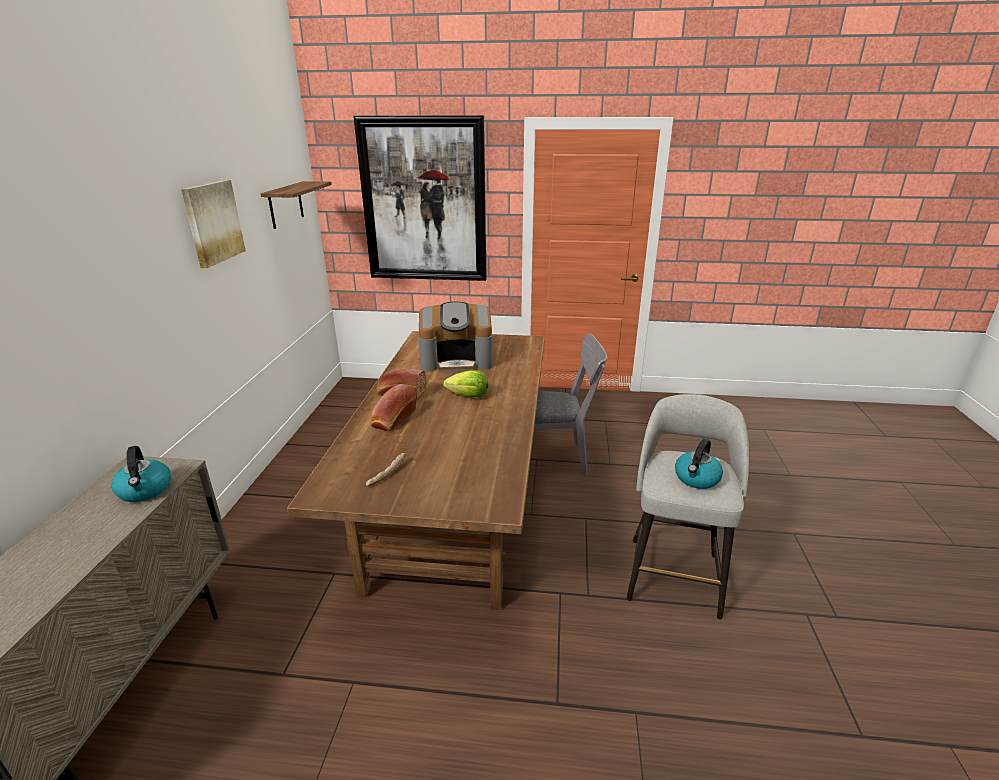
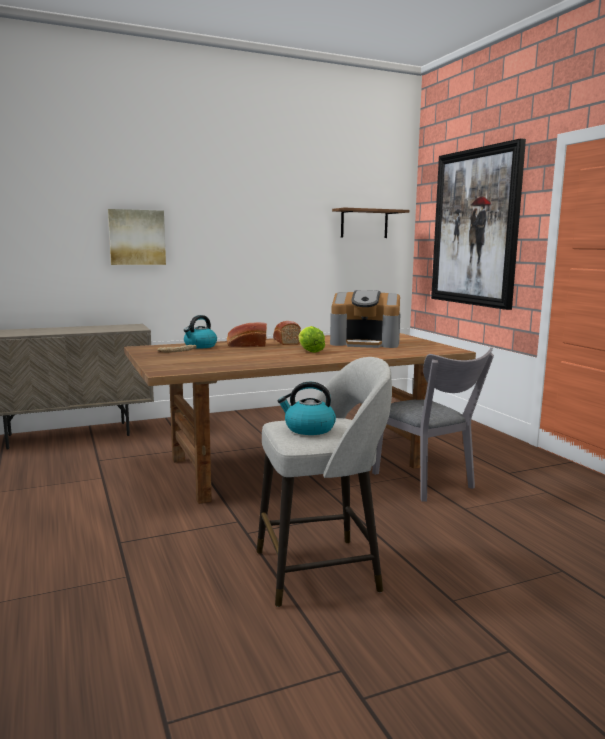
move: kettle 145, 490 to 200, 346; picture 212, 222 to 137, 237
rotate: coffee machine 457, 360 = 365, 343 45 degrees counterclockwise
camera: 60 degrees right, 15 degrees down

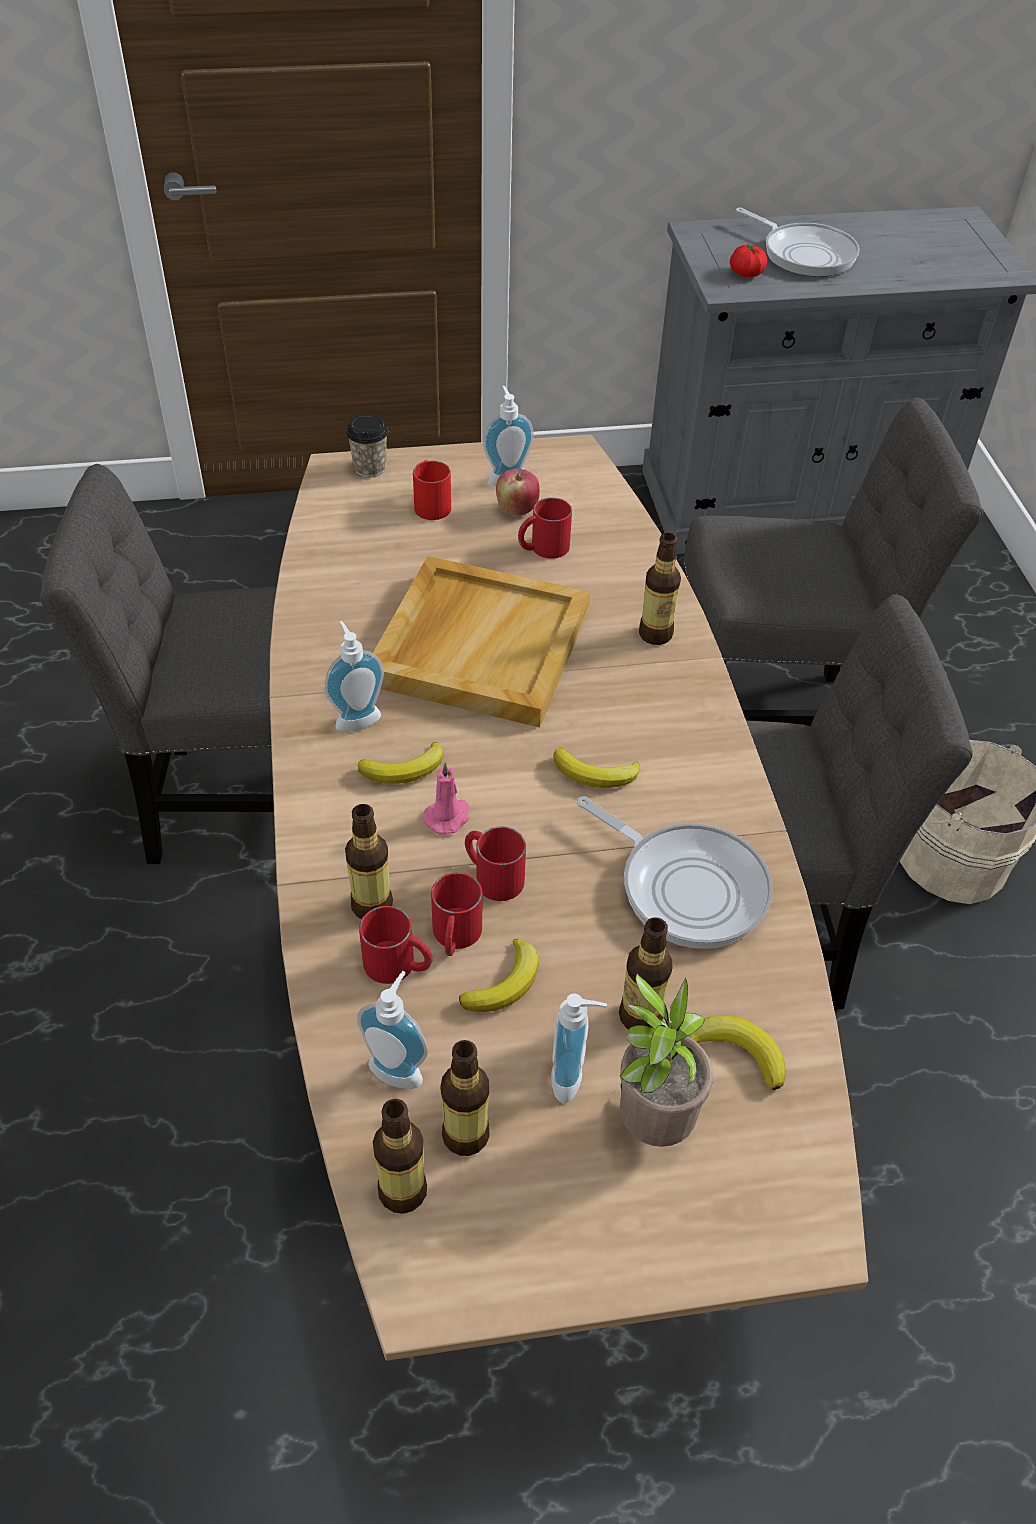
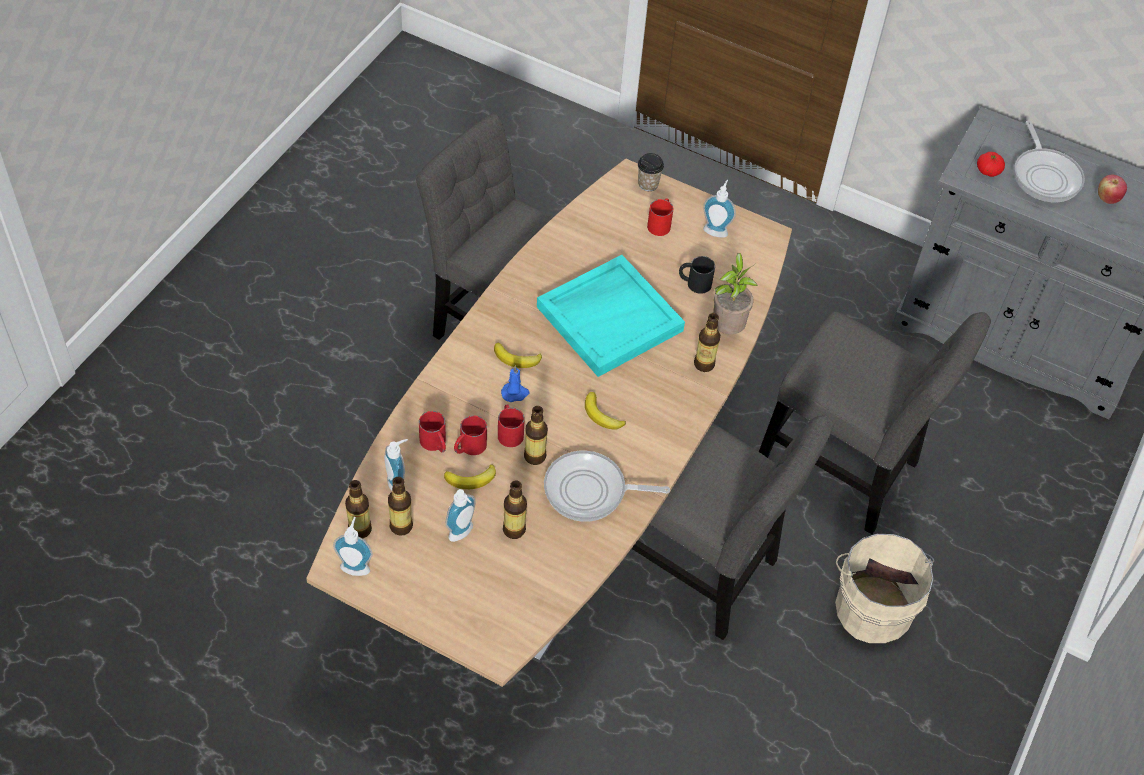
delete: banana 739, 1052
move: soap dispenser 356, 717 to 356, 565; bottle 372, 905 to 535, 456; apple 517, 510 to 1107, 199; potted plant 651, 1121 to 727, 329
recolor: beige tray 479, 645 to turquoise tray 610, 317; pink candle 448, 816 to blue candle 515, 393; red mug 543, 548 to black mug 694, 283
rotate: frying pan 686, 886 = 590, 491 105 degrees clockwise
camera: 35 degrees right, 5 degrees up

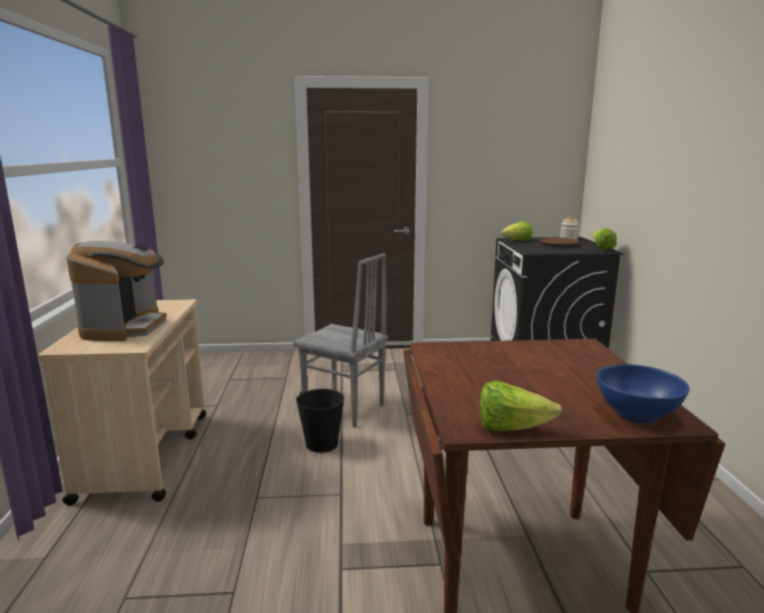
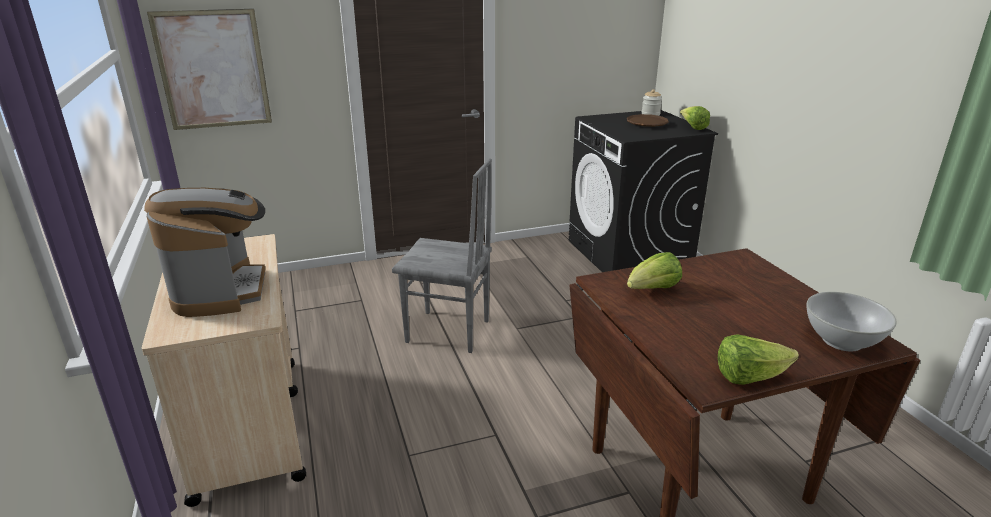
delete: black bucket 322, 443
insert: picture 213, 70
move: lettuce 517, 241 to 652, 290
recolor: blue bowl 636, 414 to white bowl 841, 341
camera: 15 degrees left, 10 degrees up

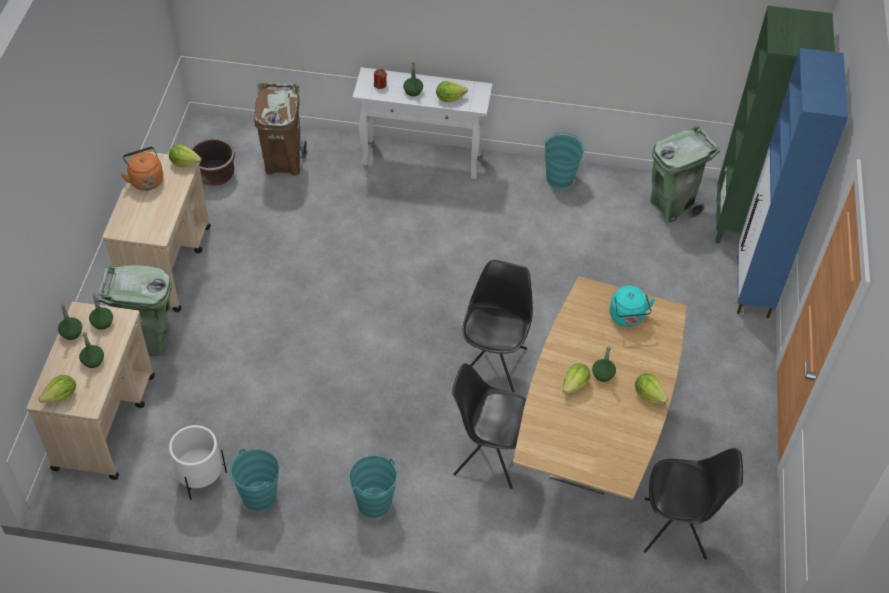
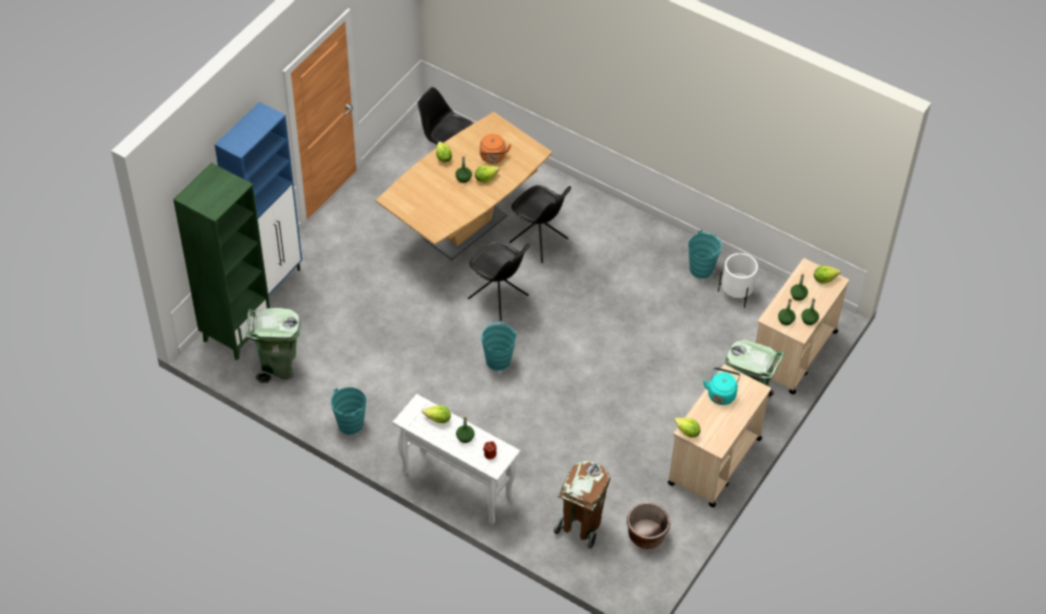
move: orange kettle 146, 180 to 493, 157; turquoise bucket 374, 503 to 498, 360; turquoise kettle 627, 318 to 721, 394
rotate: black chair 493, 362 = 499, 298 90 degrees counterclockwise
camera: 155 degrees left, 0 degrees up

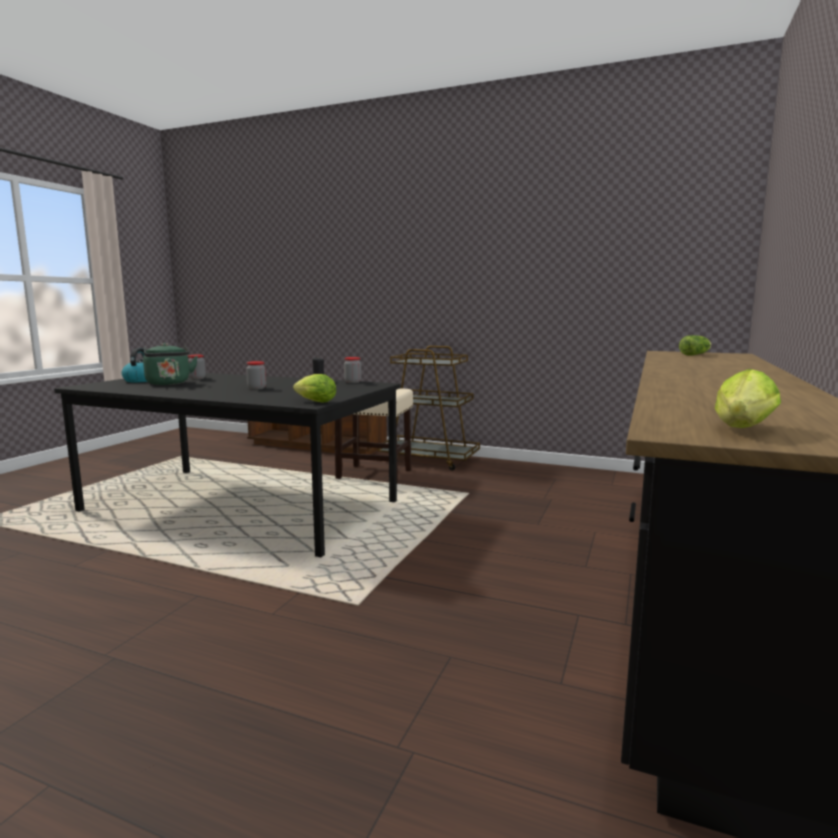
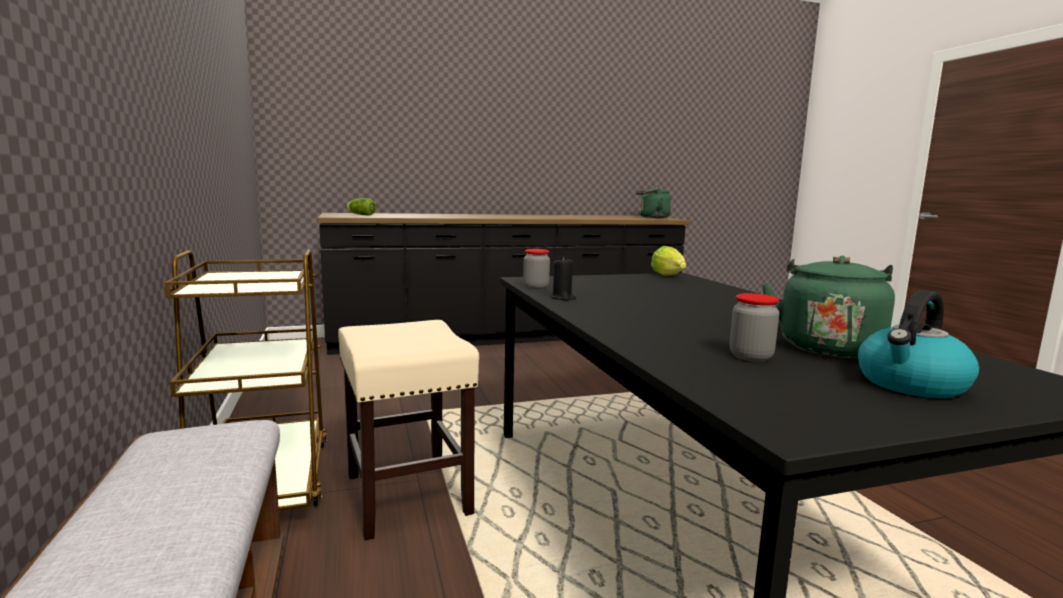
delete: jar 256, 388
replace: lettuce 742, 430 to green kettle 652, 217
camera: 130 degrees left, 0 degrees up

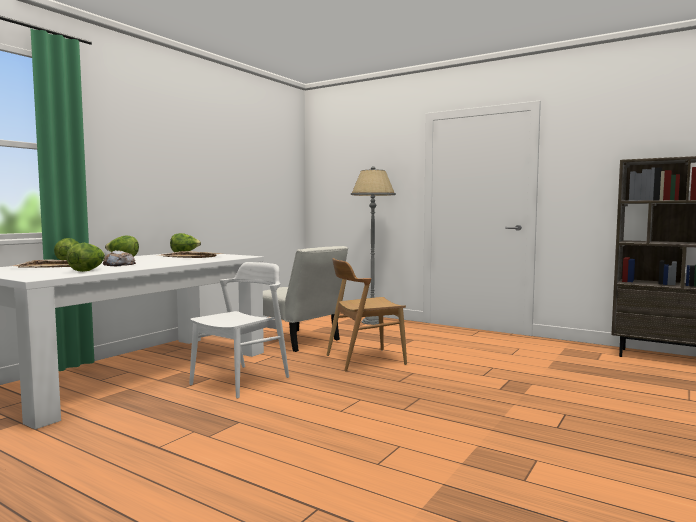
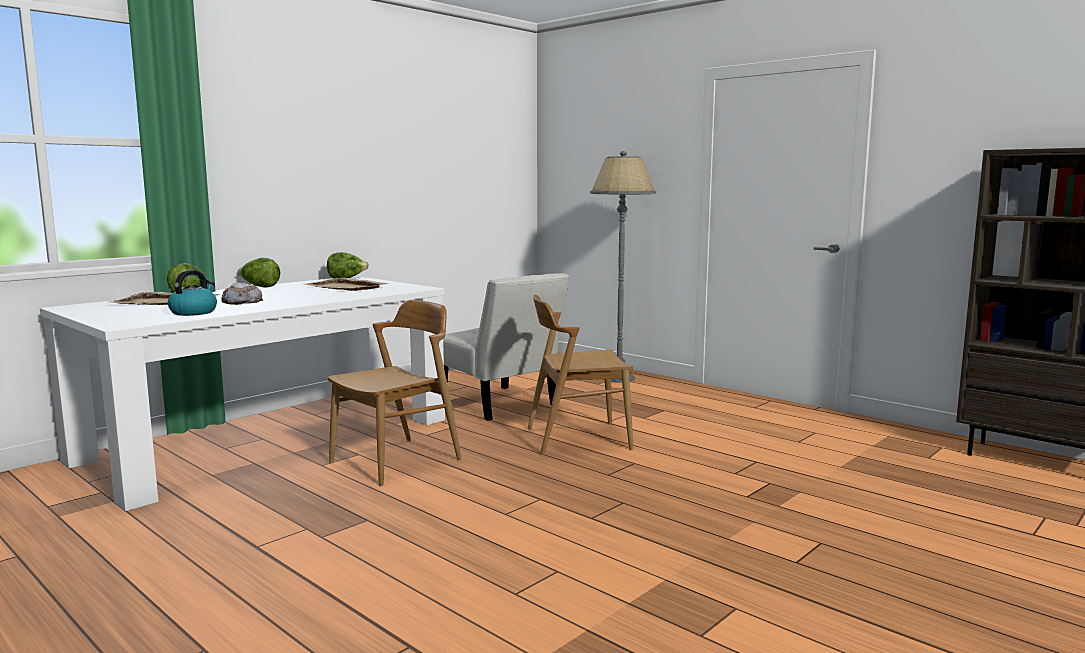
replace: lettuce 87, 270 to kettle 194, 312
recolor: white chair 241, 381 to brown chair 396, 461
camera: 10 degrees right, 5 degrees up

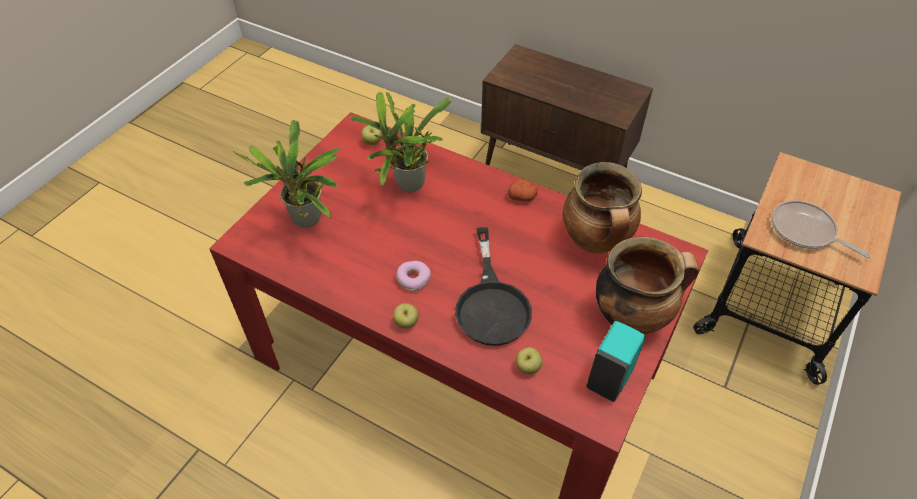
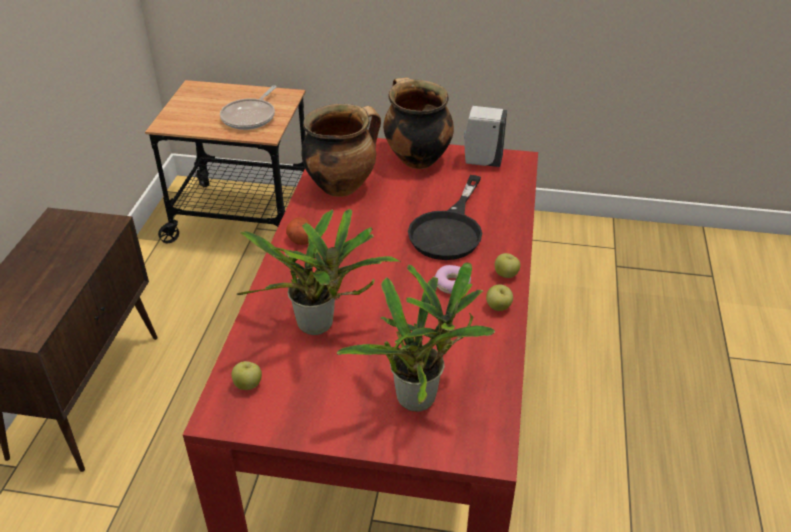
move: apple 528, 368 to 498, 307
recolor: turquoise soap dispenser 610, 378 to white soap dispenser 481, 161
rotate: black frying pan 491, 303 = 449, 230 135 degrees clockwise
camera: 110 degrees left, 10 degrees down

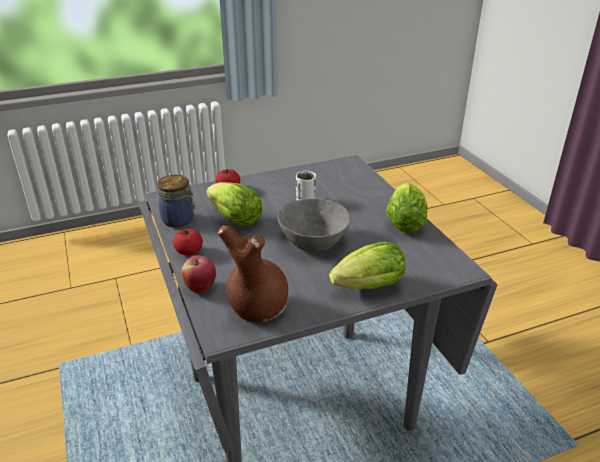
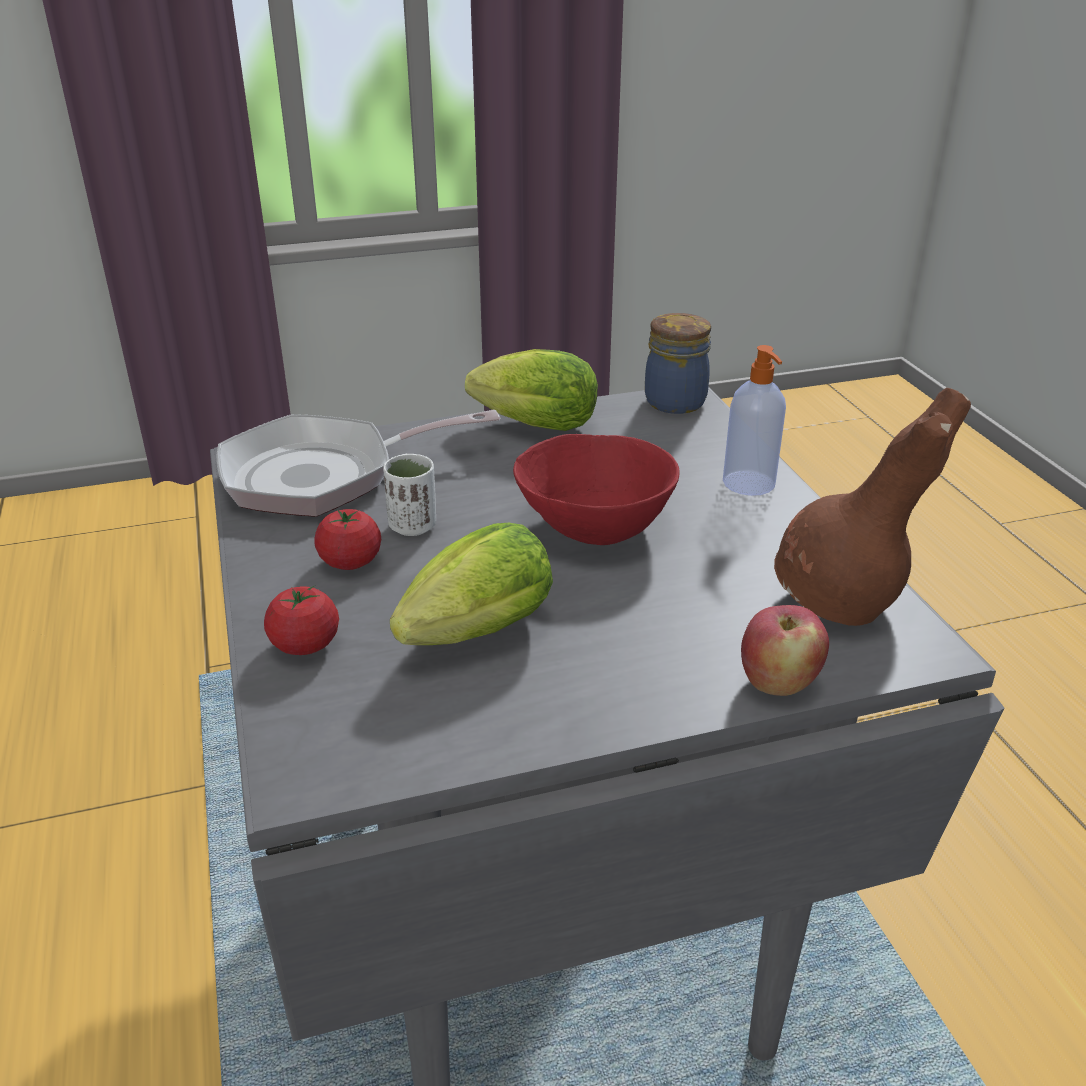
insert: frying pan 323, 475
move: jar 179, 220 to 676, 401; tomato 189, 251 to 350, 562
replace: lettuce 365, 288 to soap dispenser 749, 484
recolor: grey bowl 314, 242 to red bowl 596, 525
camera: 85 degrees left, 0 degrees up

